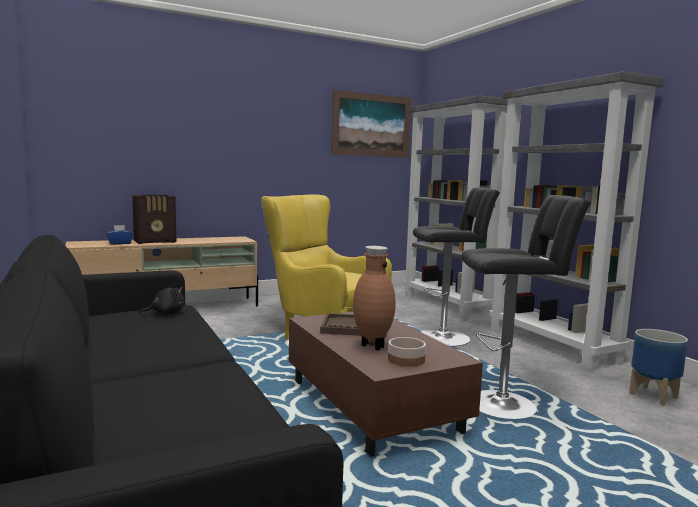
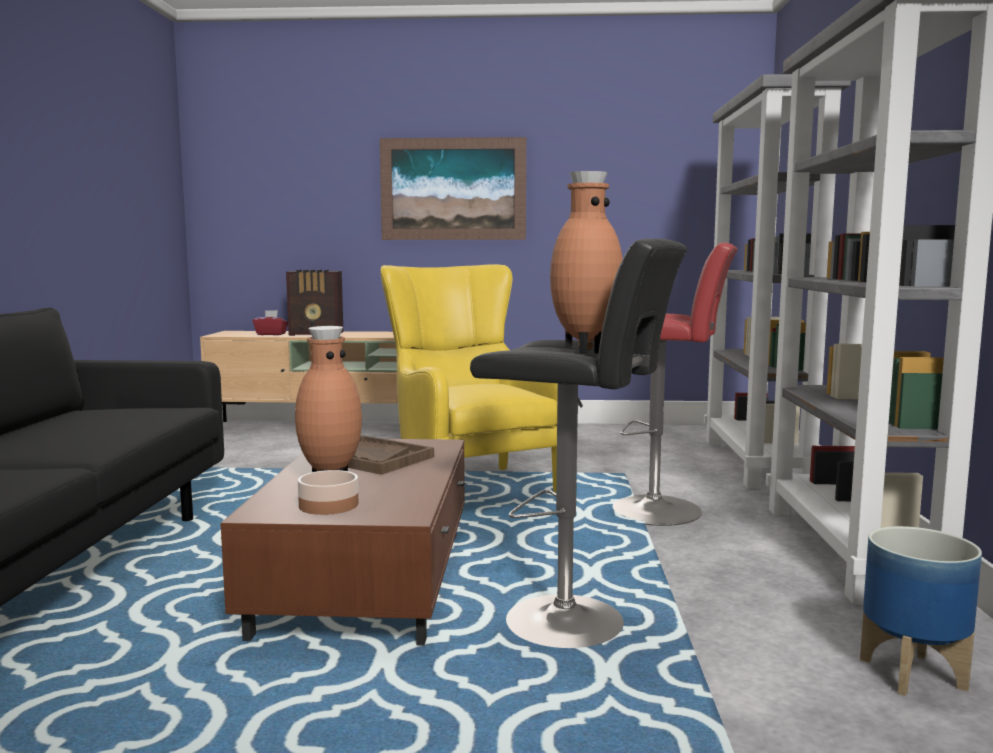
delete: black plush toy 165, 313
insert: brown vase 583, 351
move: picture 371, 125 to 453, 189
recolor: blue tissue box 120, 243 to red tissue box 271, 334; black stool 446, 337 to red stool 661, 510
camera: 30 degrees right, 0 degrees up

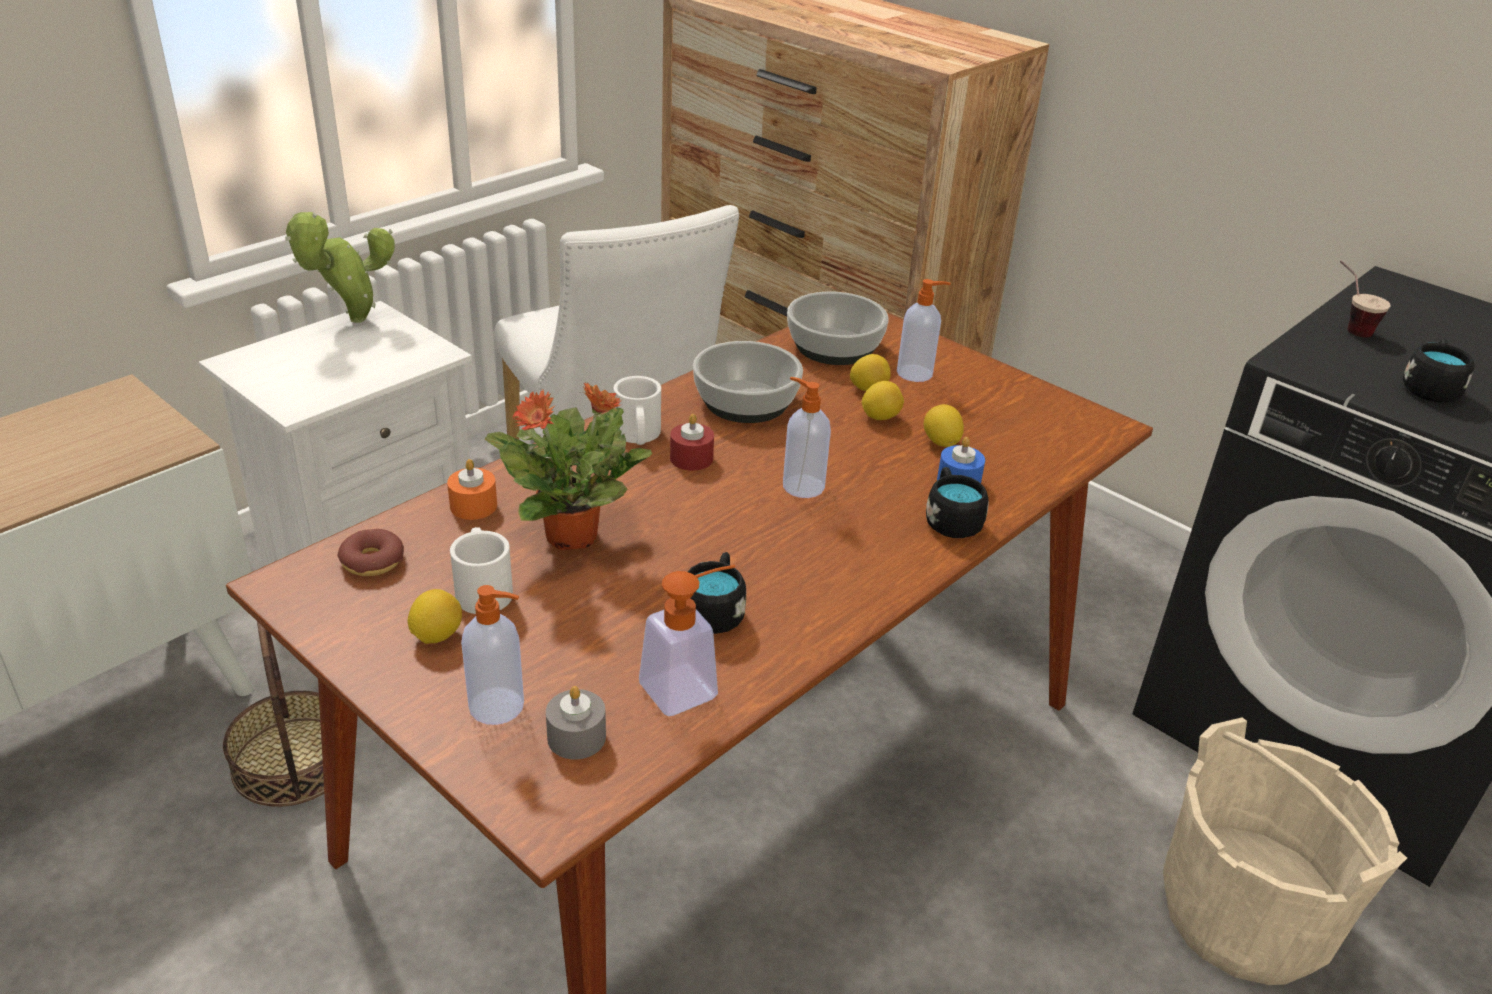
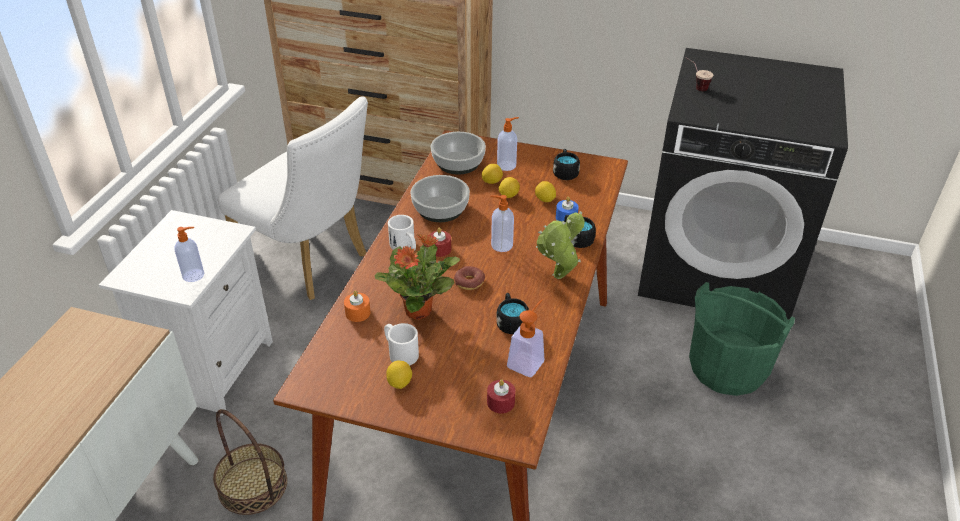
move: potted plant 352, 321 to 557, 278; donut 372, 561 to 469, 282; soap dispenser 498, 706 to 194, 275; black mug 1430, 388 to 565, 172
recolor: grey candle 576, 737 to red candle 500, 402; beige bucket 1244, 915 to green bucket 727, 368
camera: 25 degrees left, 5 degrees up

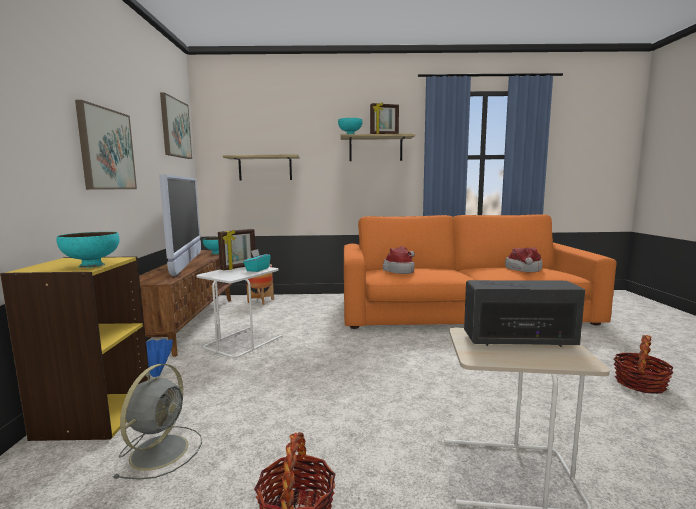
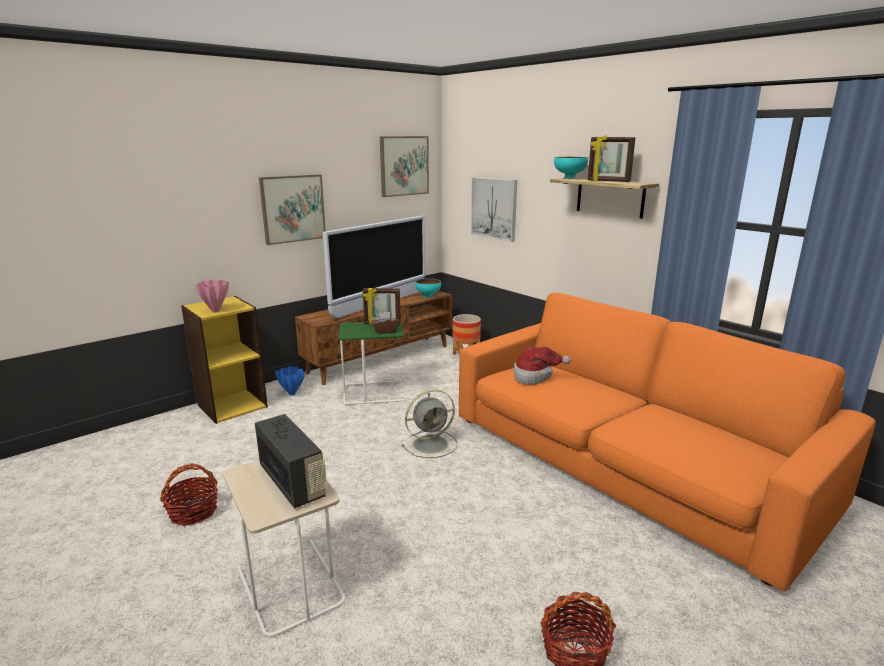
delete: hat 524, 269
move: grey fan 161, 450 to 432, 444
replace: turquoise bowl 92, 265 to pink vase 215, 311; shelf 265, 168 to picture 494, 208
recolor: white side table 243, 342 to green side table 374, 393; turquoise tissue box 257, 269 to brown tissue box 385, 331
camera: 50 degrees right, 10 degrees up

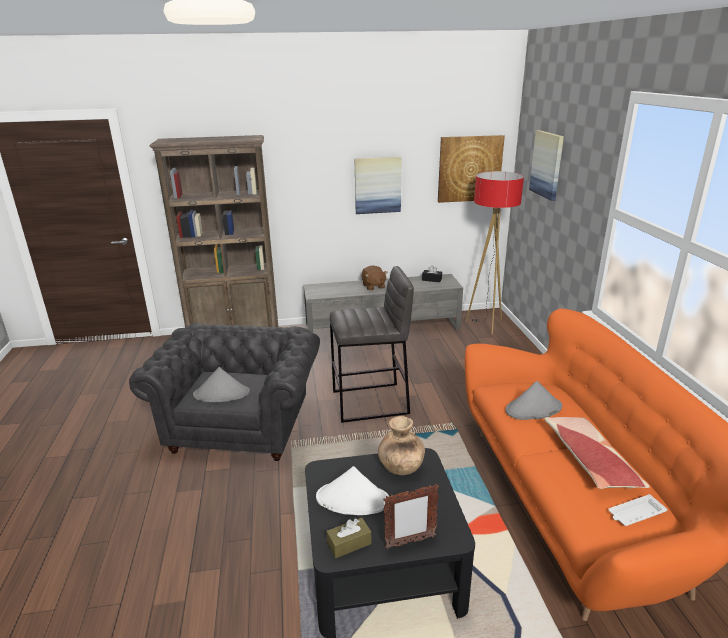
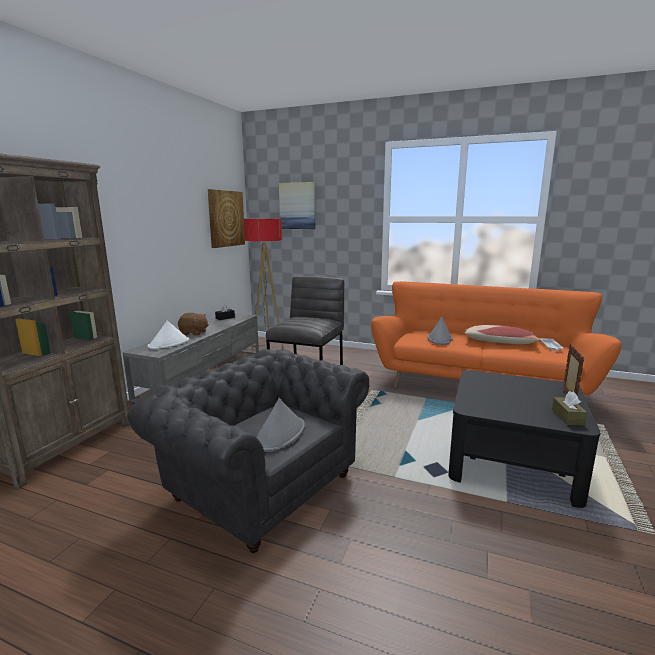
delete: picture 377, 185; brown vase 401, 467
move: white hat 353, 499 to 169, 344
camera: 60 degrees left, 10 degrees down

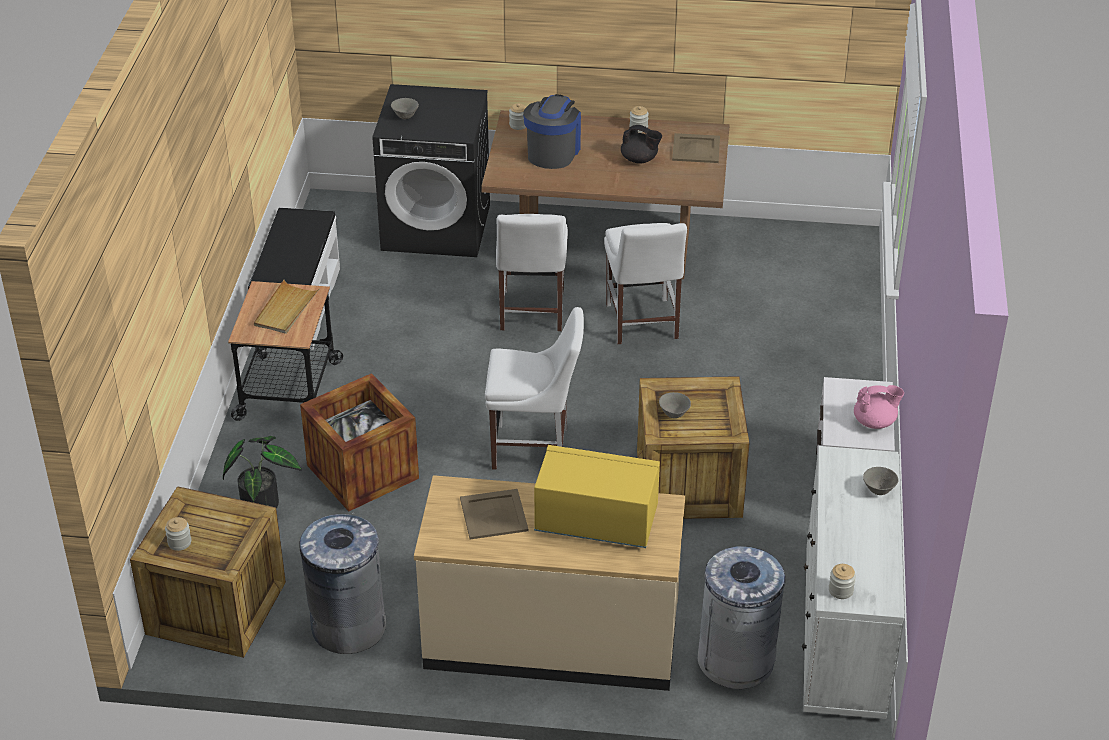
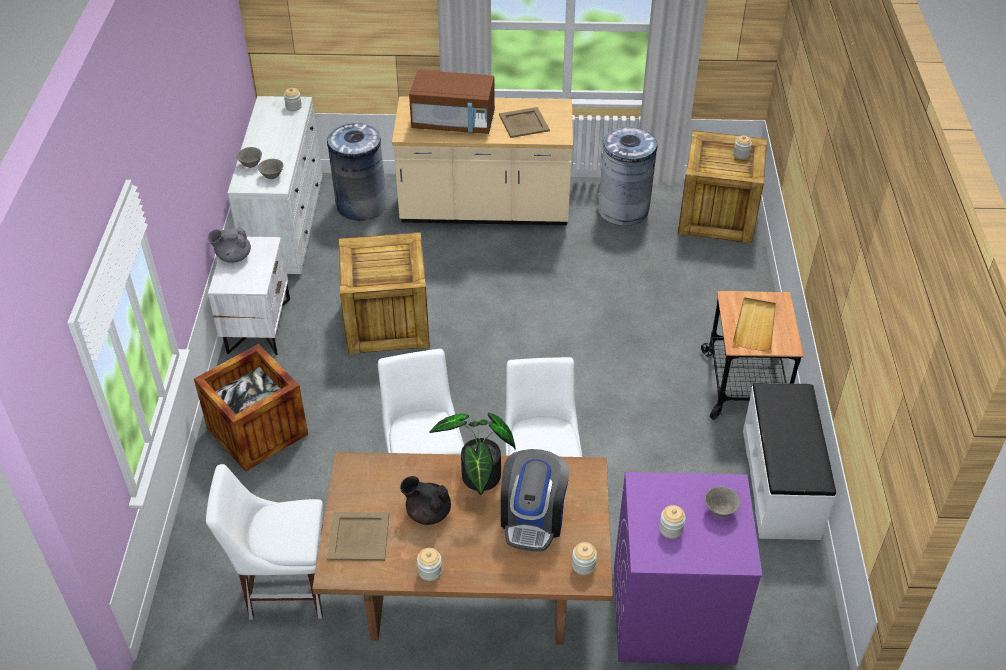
insert: jar 671, 529
move: potted plant 263, 502 to 478, 480; crate 362, 472 to 257, 431; white chair 535, 449 to 284, 588; grey bowl 674, 414 to 272, 176
recolor: black washing machine 437, 227 to purple washing machine 672, 615; yellow microwave 595, 521 to brown microwave 453, 123; pink teapot 875, 422 to grey teapot 233, 257
camera: 175 degrees right, 5 degrees up

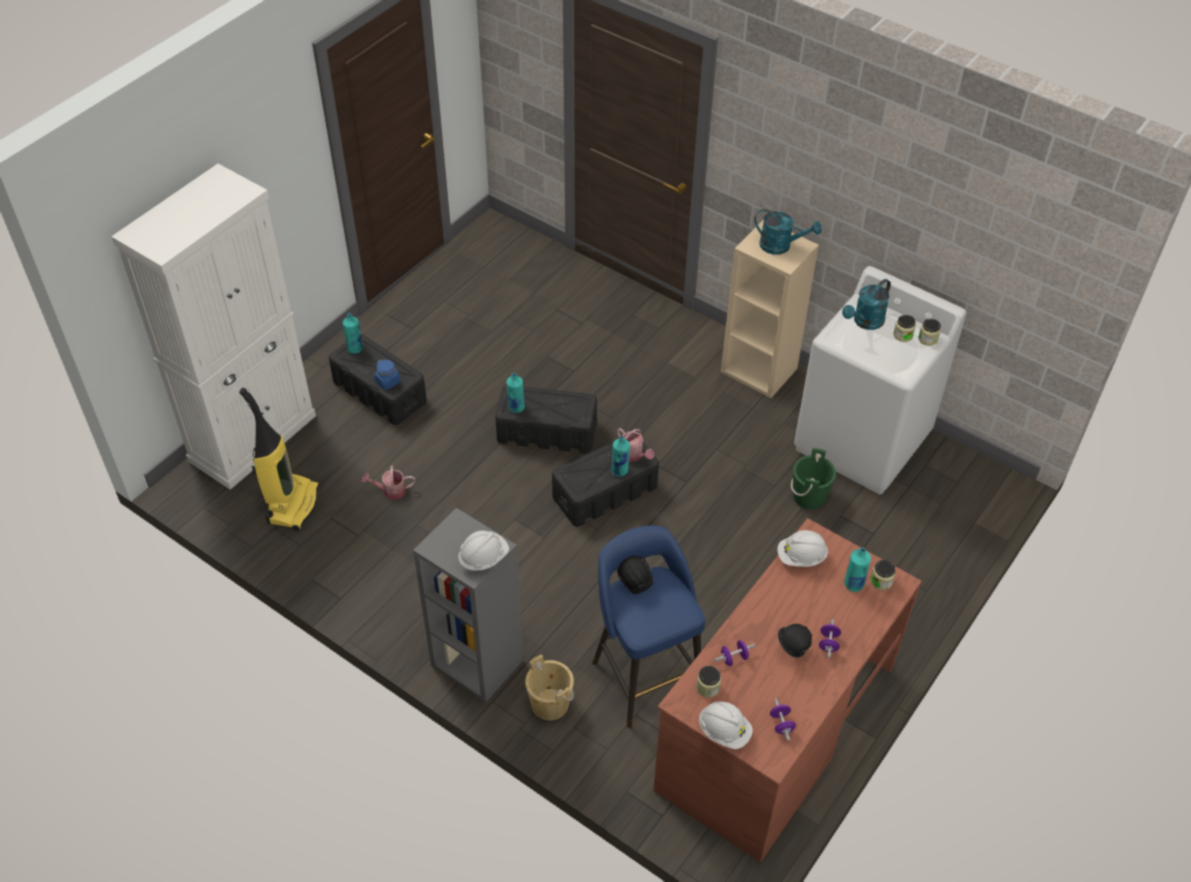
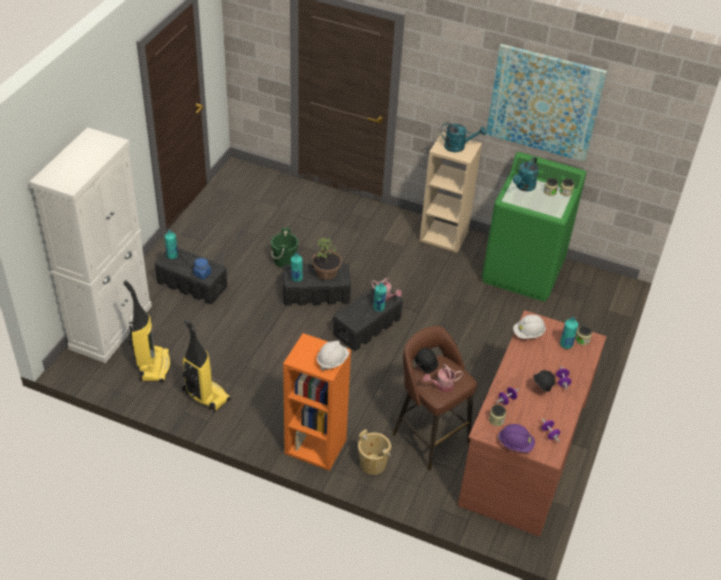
insert: vacuum cleaner 205, 396; potted plant 326, 272; picture 544, 102
move: watering can 391, 491 to 442, 386; green bucket 809, 496 to 284, 260
recolor: grey bookcase 476, 663 to orange bookcase 314, 447; blue stool 645, 676 to brown stool 429, 436; white hard hat 724, 731 to purple hard hat 515, 444; white washing machine 862, 441 to green washing machine 523, 271
camera: 15 degrees left, 5 degrees down

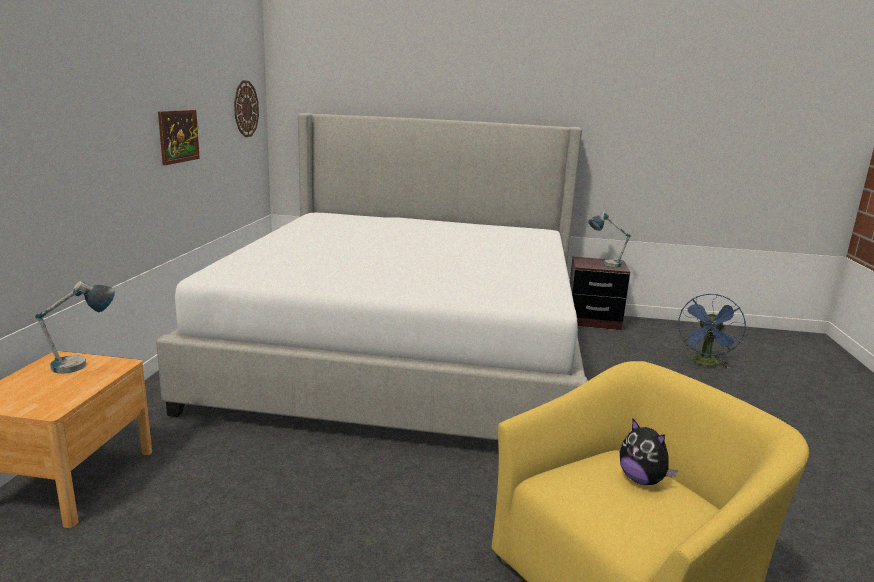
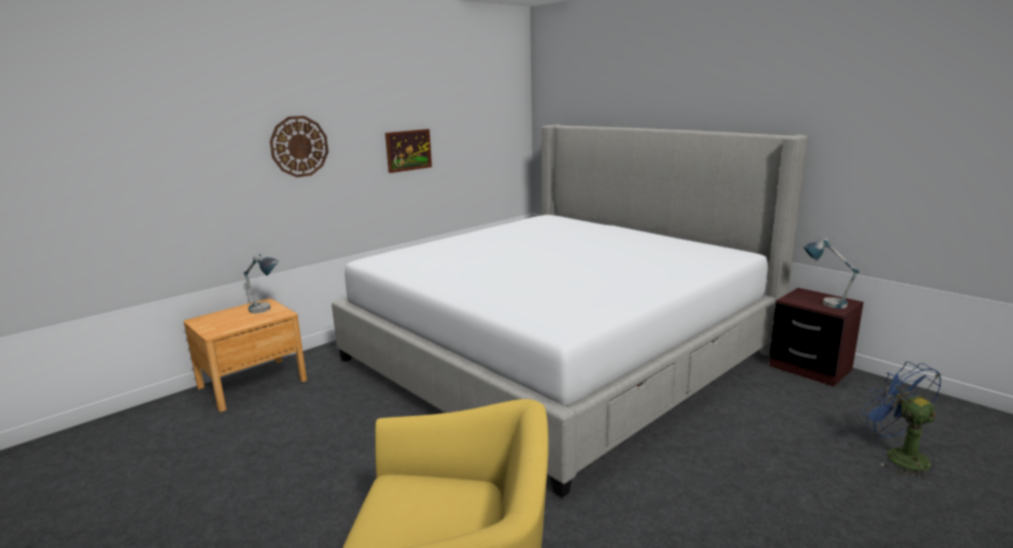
delete: plush toy 642, 480
move: wall clock 245, 109 to 299, 146
rotate: blue fan 705, 364 = 898, 455 90 degrees clockwise
camera: 40 degrees right, 0 degrees up

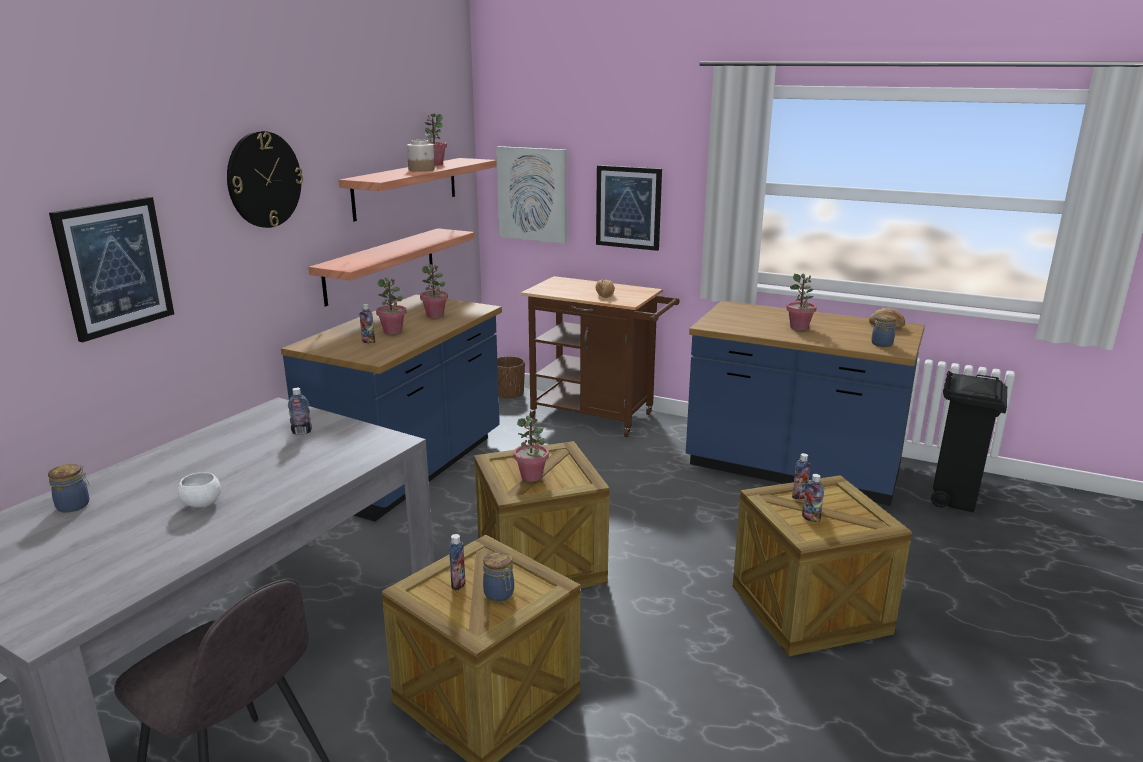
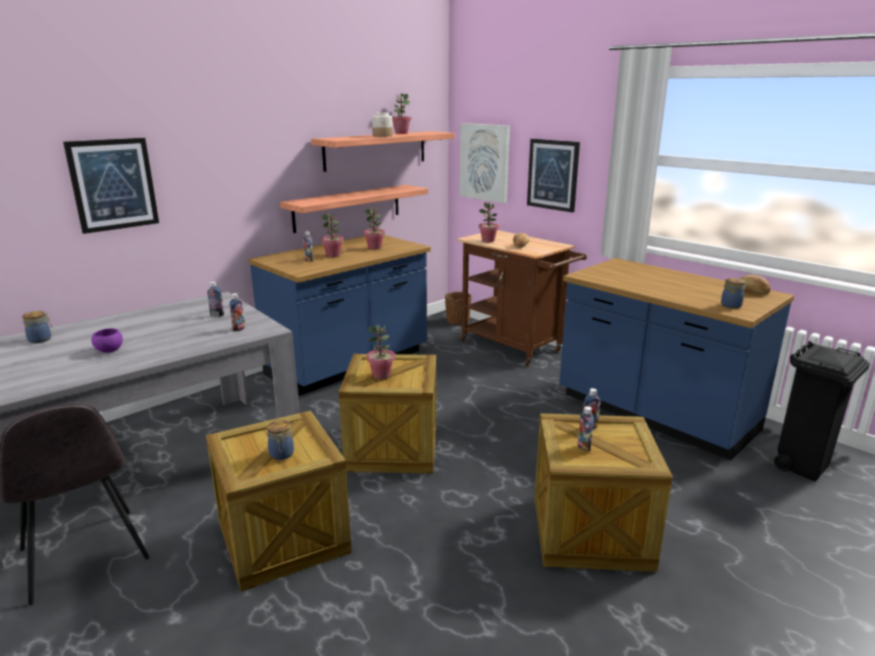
delete: wall clock 264, 179
move: bottle 458, 584 to 239, 329; potted plant 799, 327 to 488, 241
recolor: white bowl 202, 503 to purple bowl 109, 350
camera: 20 degrees right, 0 degrees up

